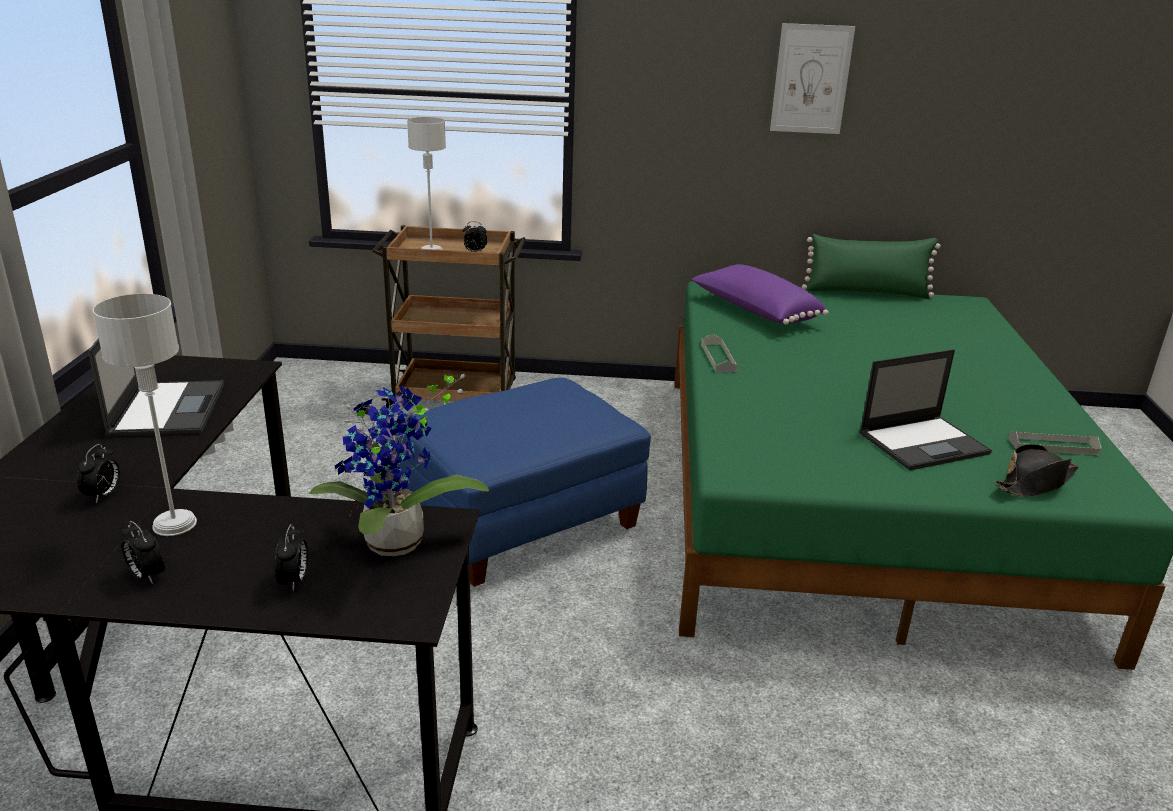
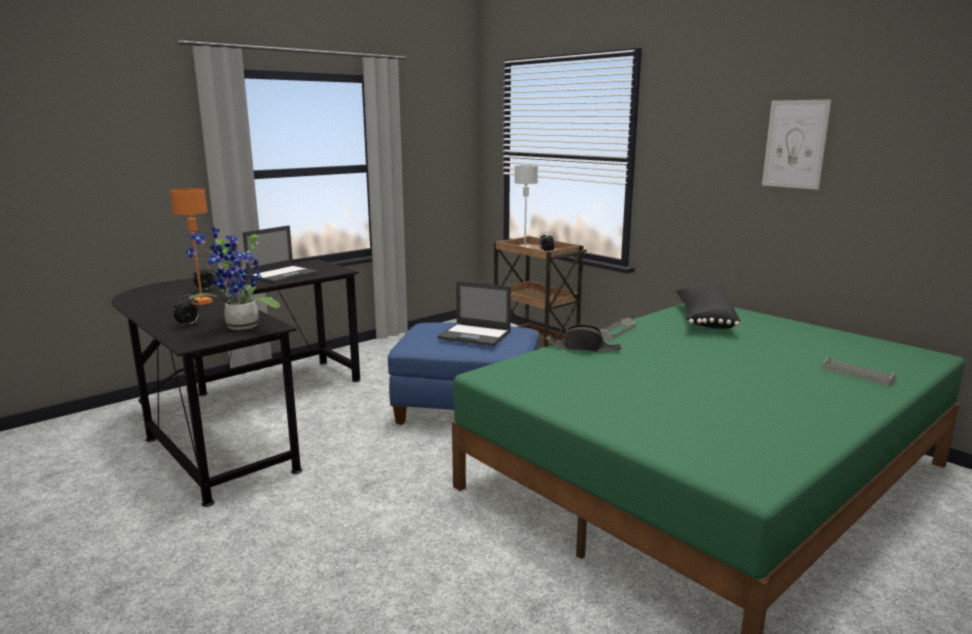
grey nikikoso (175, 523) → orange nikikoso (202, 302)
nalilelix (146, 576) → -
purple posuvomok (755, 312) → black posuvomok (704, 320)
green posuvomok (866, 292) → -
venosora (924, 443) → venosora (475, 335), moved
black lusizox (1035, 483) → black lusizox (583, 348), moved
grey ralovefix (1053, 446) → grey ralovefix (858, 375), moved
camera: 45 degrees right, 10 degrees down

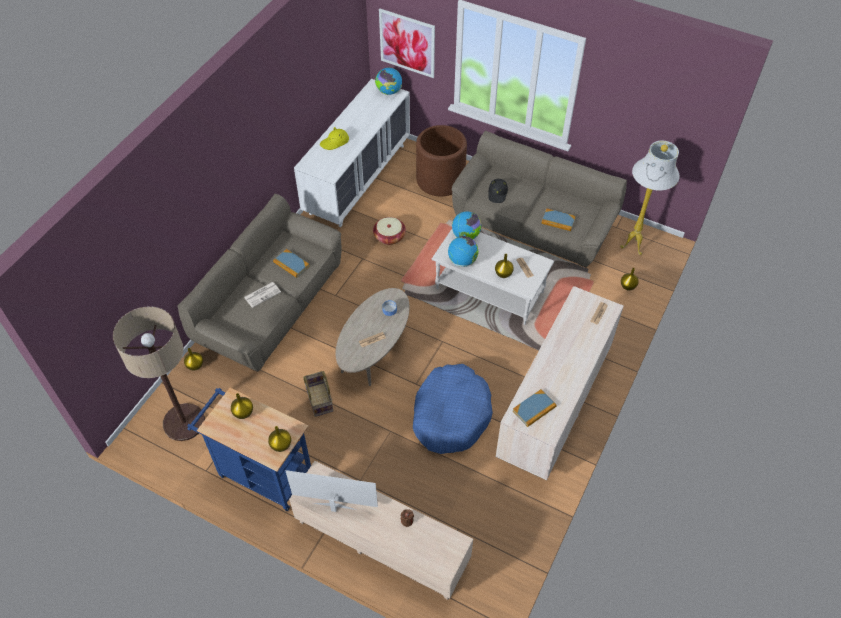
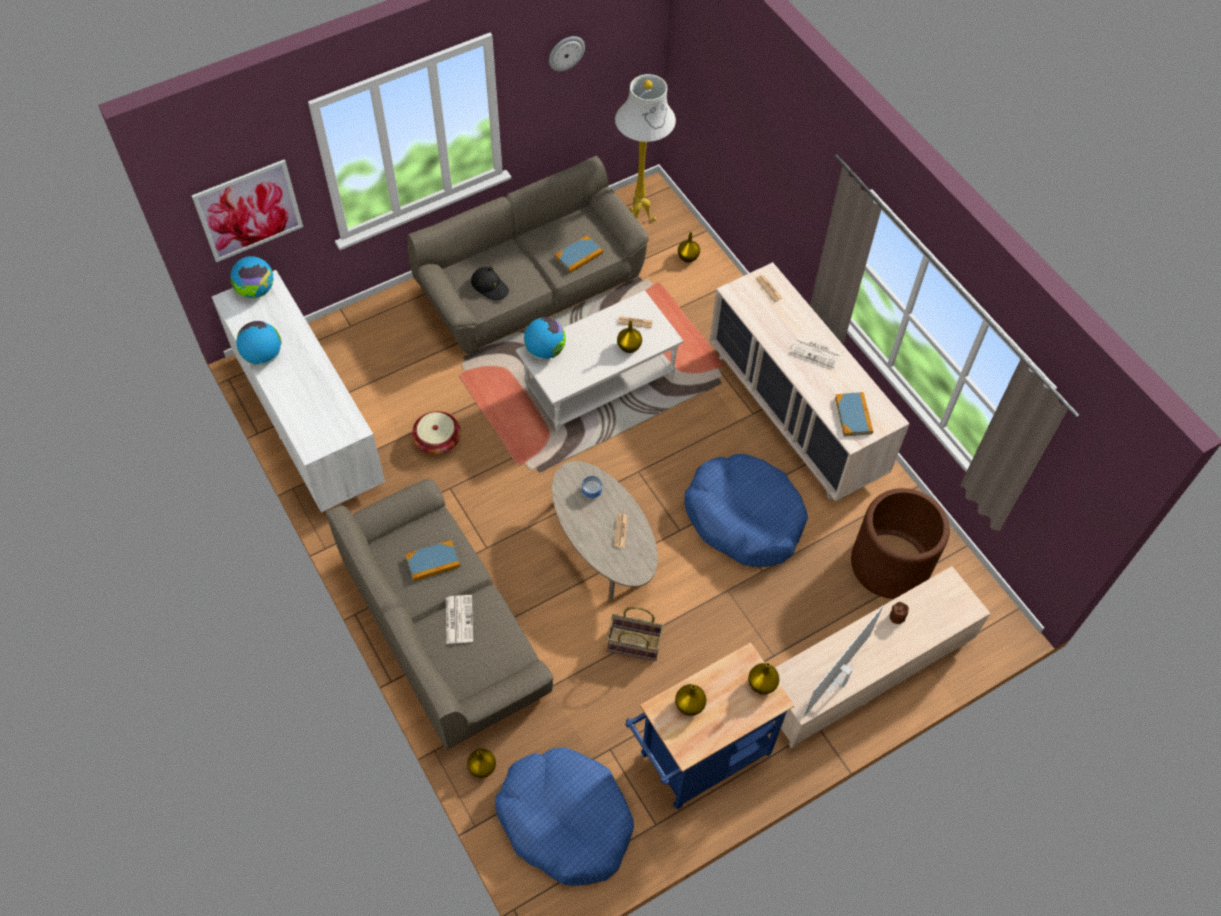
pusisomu (184, 422) → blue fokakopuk (565, 820)
yellow lusizox (334, 142) → -
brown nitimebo (440, 179) → brown nitimebo (890, 564), moved
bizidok (462, 261) → bizidok (263, 356), moved
- → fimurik (566, 53)
- → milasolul (817, 352)
camera: 60 degrees left, 5 degrees up

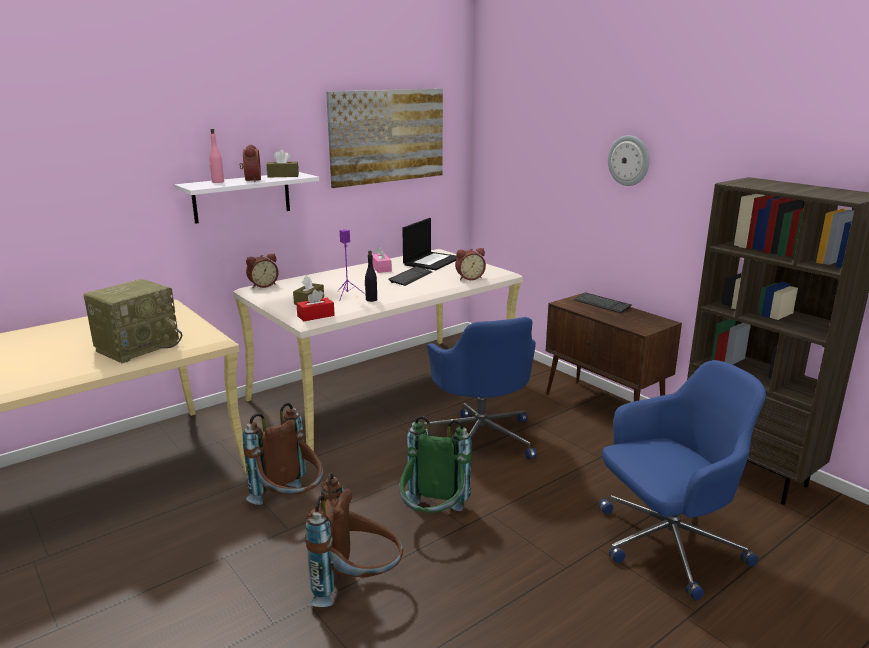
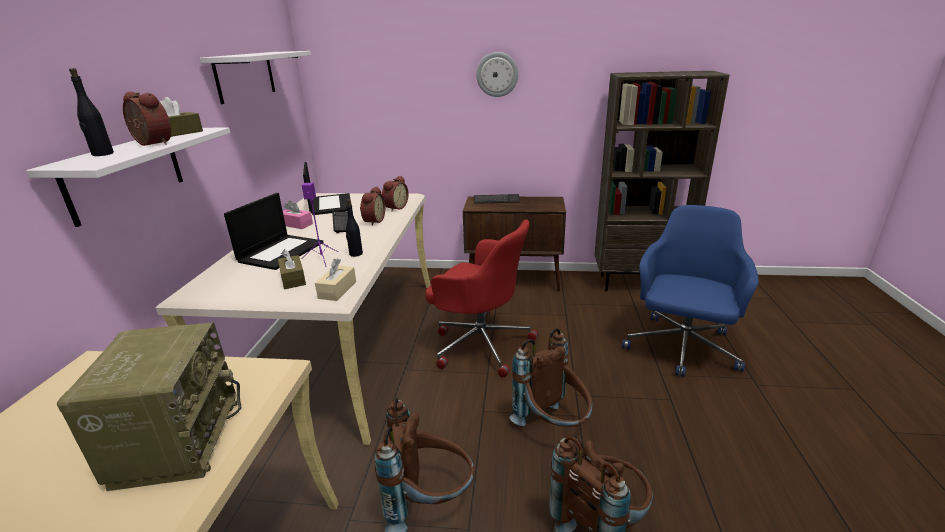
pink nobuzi (217, 182) → black nobuzi (102, 154)
nalilelix (263, 285) → nalilelix (373, 221), moved
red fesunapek (316, 316) → beige fesunapek (337, 290)
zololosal (387, 136) → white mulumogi (245, 76)
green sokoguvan (433, 518) → brown sokoguvan (553, 426)
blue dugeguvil (481, 438) → red dugeguvil (480, 343)
- → venosora (281, 251)
camera: 45 degrees left, 5 degrees up

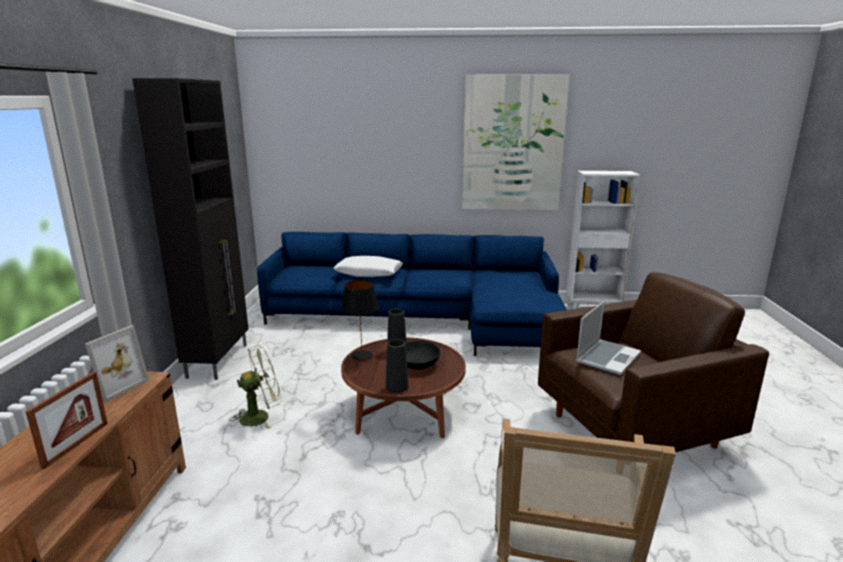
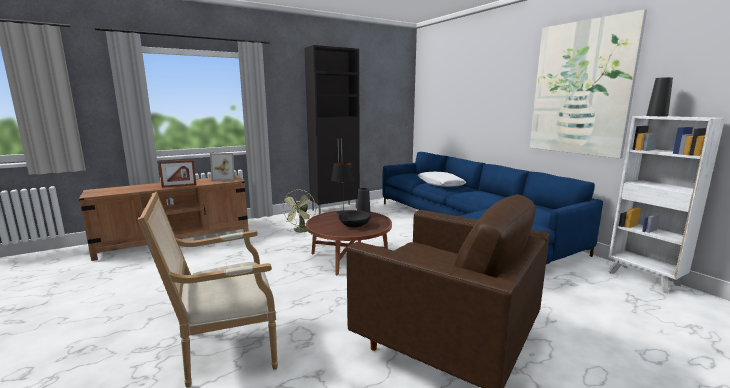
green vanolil (261, 416) → green vanolil (301, 231), 75 degrees clockwise
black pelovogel (397, 387) → black pelovogel (657, 116), moved
venosora (607, 357) → -
camera: 55 degrees right, 5 degrees down

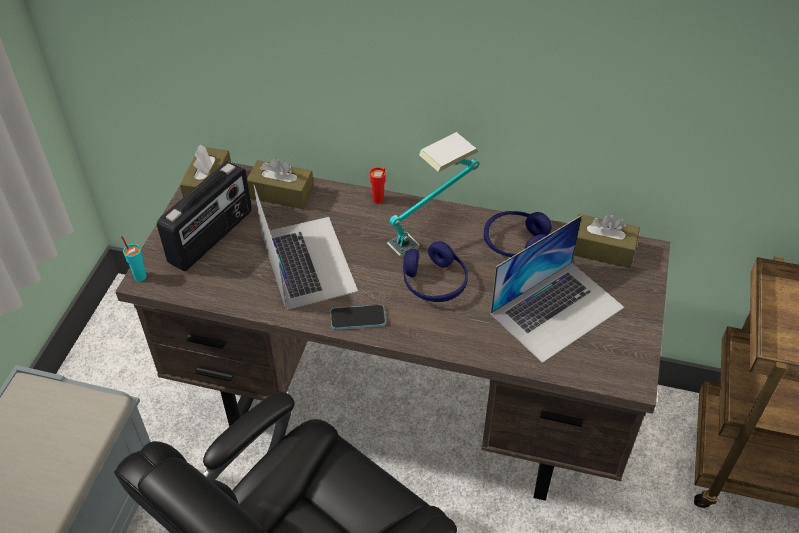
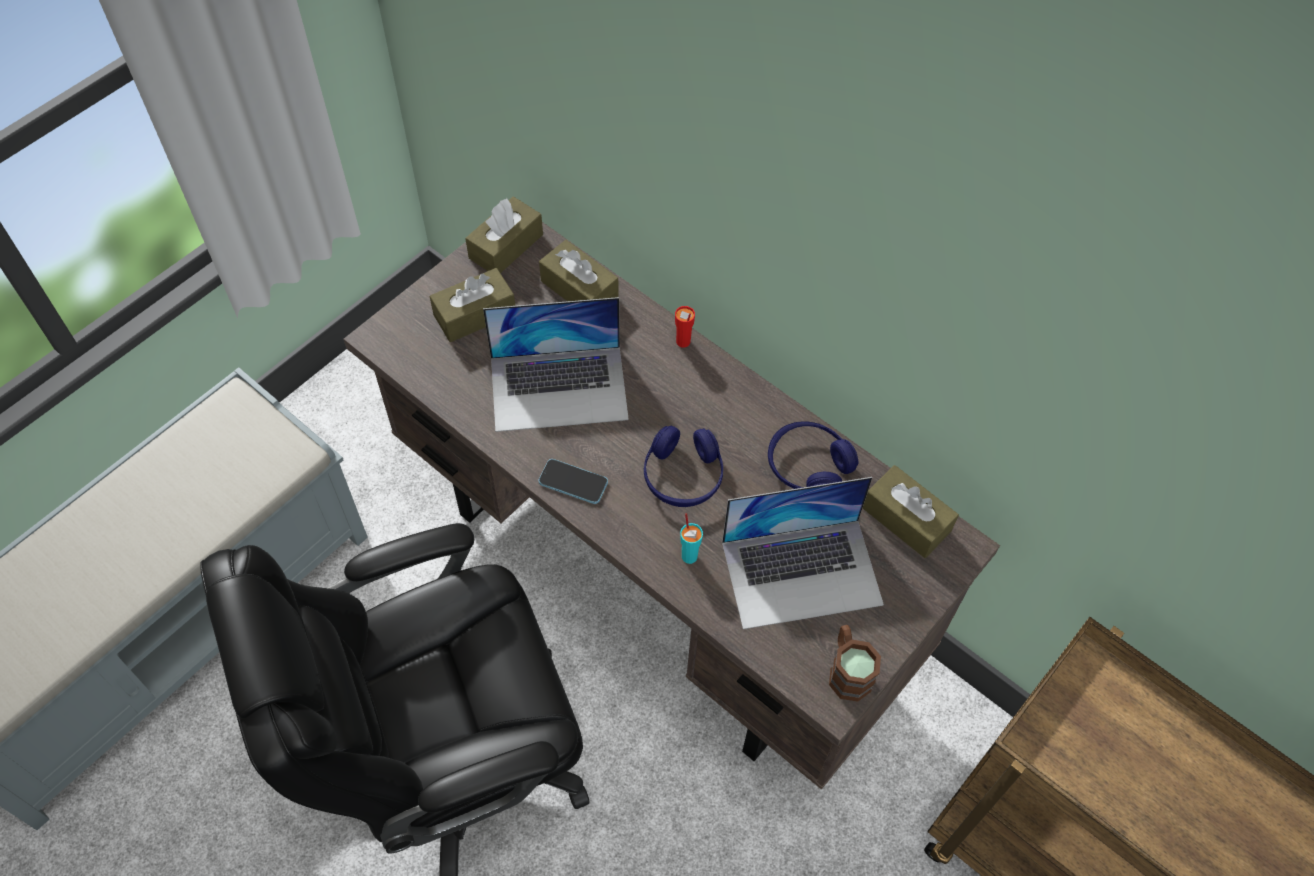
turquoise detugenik (140, 276) → turquoise detugenik (689, 556), moved
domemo (212, 237) → brown fesunapek (475, 314)
venosora (307, 261) → venosora (559, 388), 75 degrees clockwise
nikikoso (432, 230) → -
- → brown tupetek (847, 670)
camera: 25 degrees right, 10 degrees up

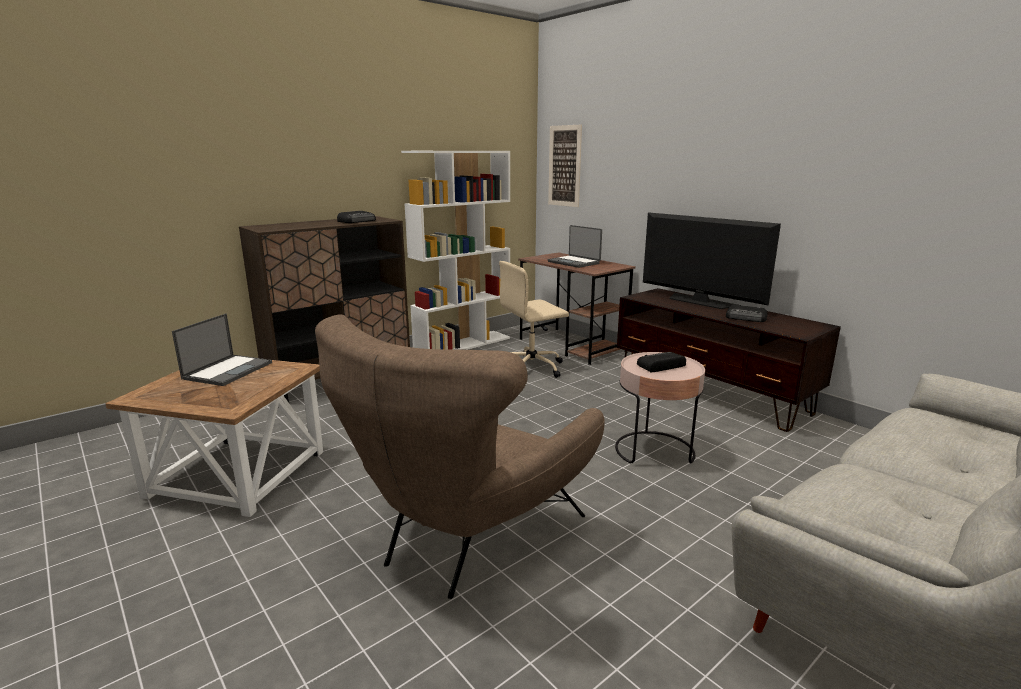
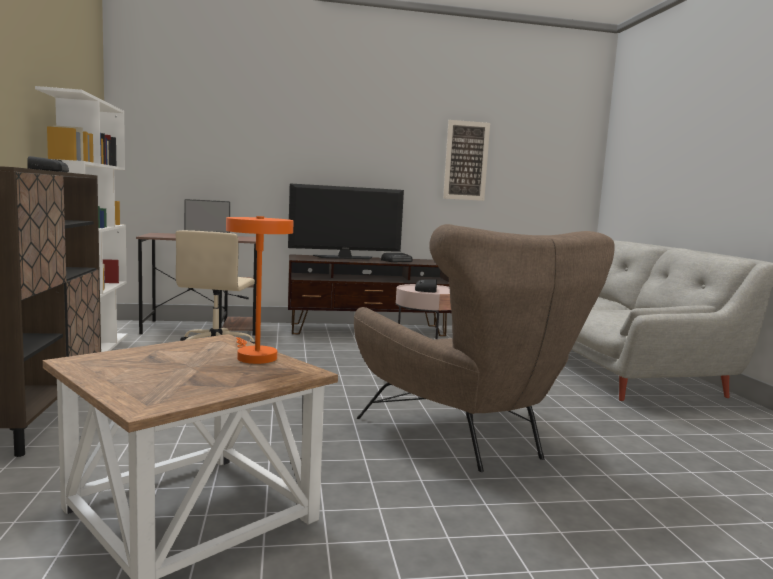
venosora (228, 370) → -
zololosal (564, 166) → zololosal (466, 160), moved
- → orange nikikoso (254, 356)
camera: 60 degrees left, 10 degrees down

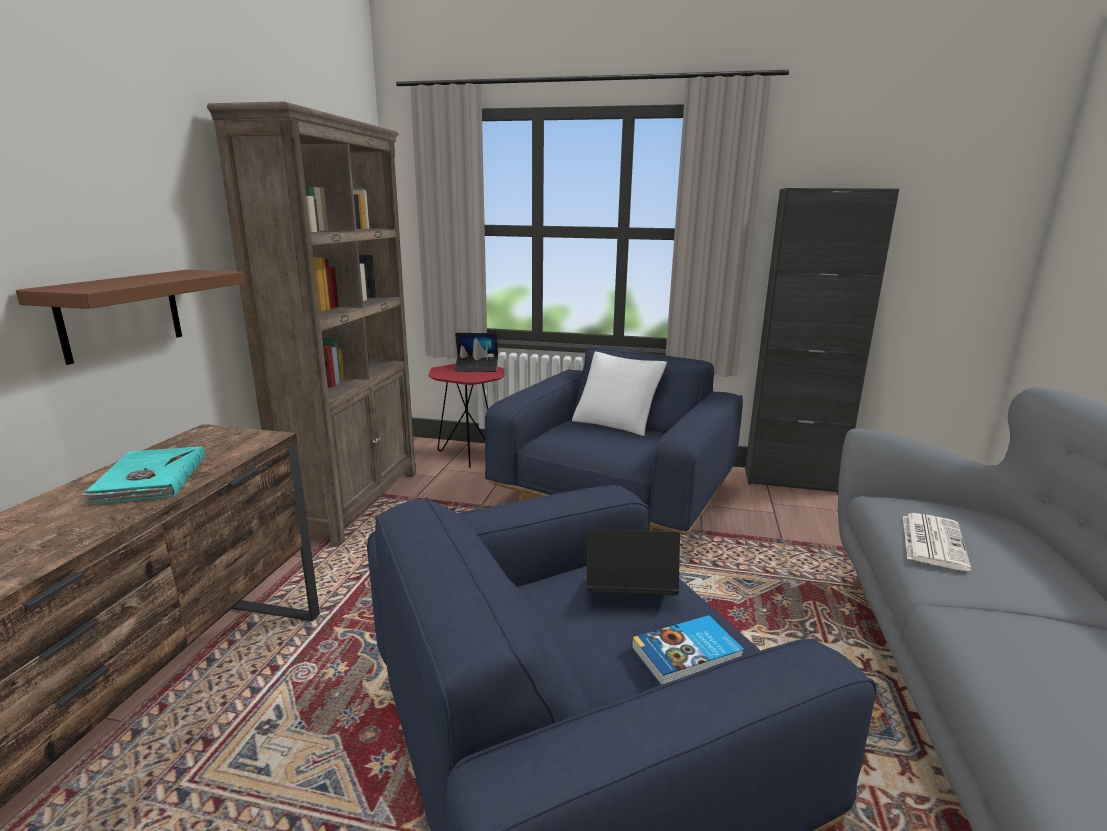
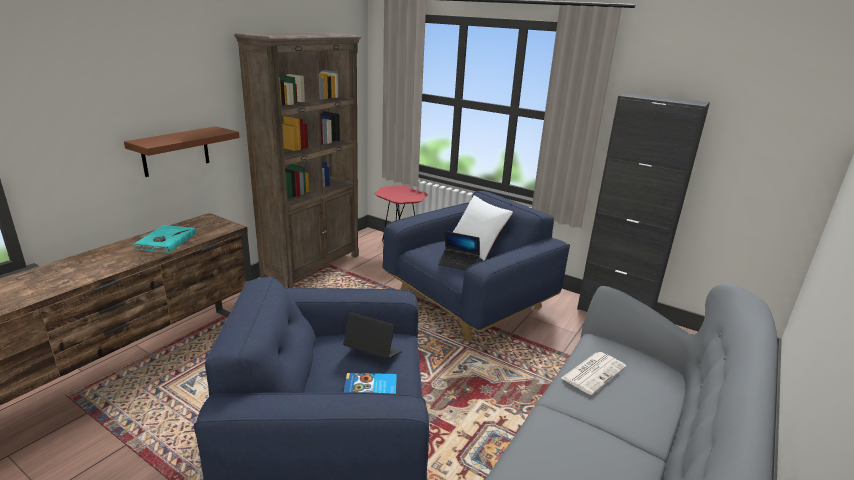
venosora (476, 368) → venosora (458, 263), moved
camera: 20 degrees right, 5 degrees up

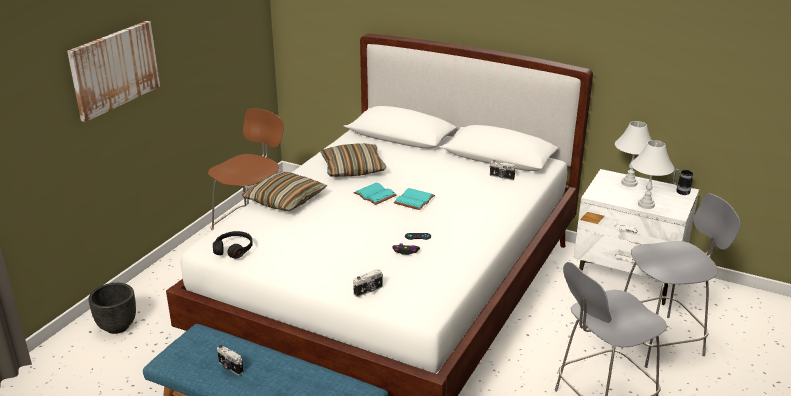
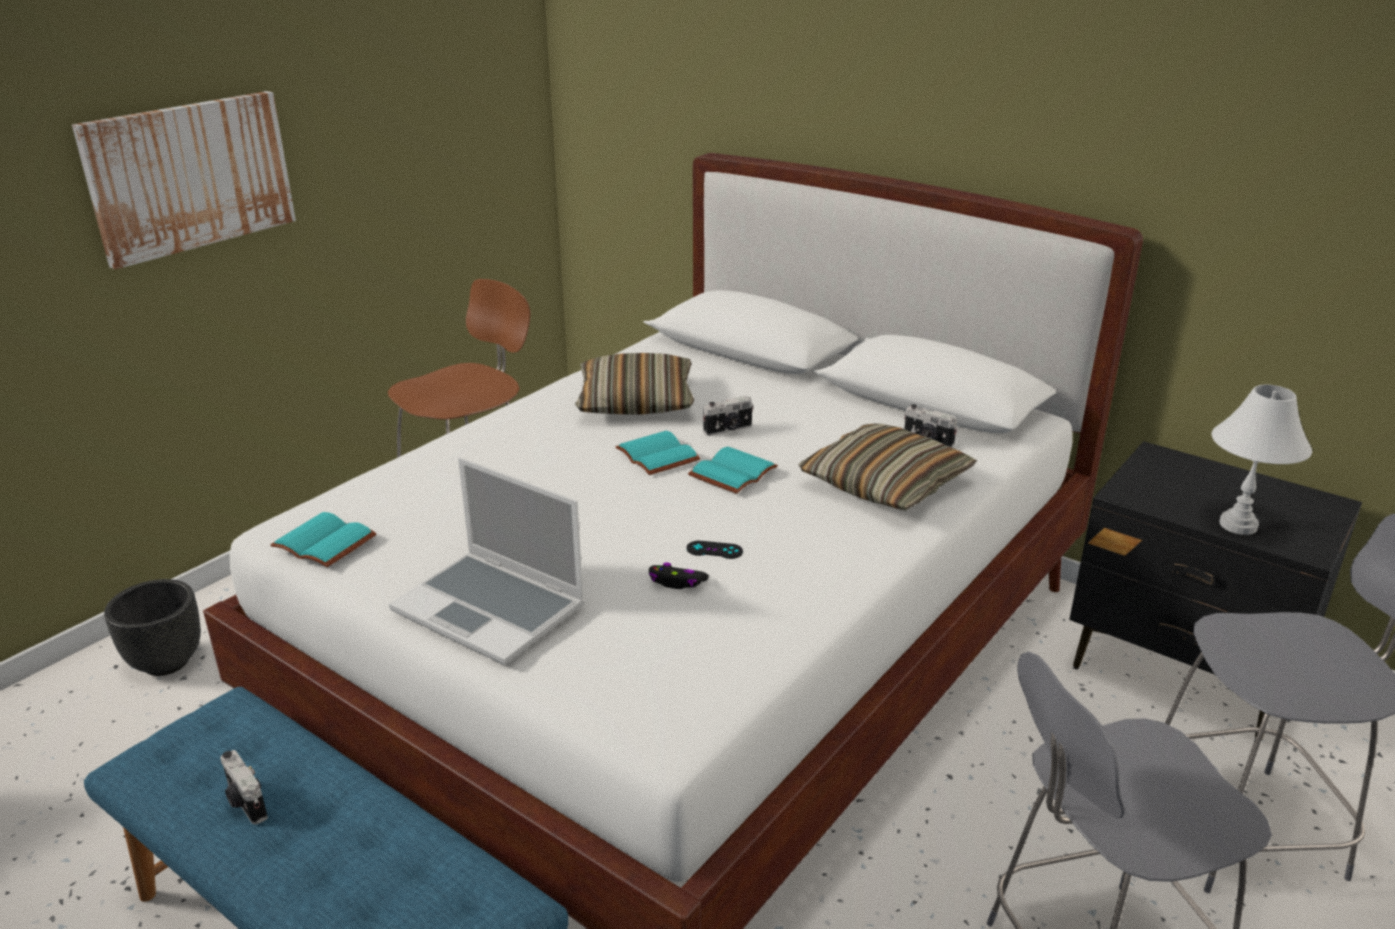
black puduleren (234, 249) → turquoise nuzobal (327, 541)
posuvomok (285, 200) → posuvomok (885, 484), moved
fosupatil (368, 291) → fosupatil (728, 430), moved
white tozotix (627, 278) → black tozotix (1183, 671)
white nikikoso (629, 183) → -
tupetek (680, 191) → -
- → venosora (492, 609)
camera: 10 degrees right, 0 degrees up

